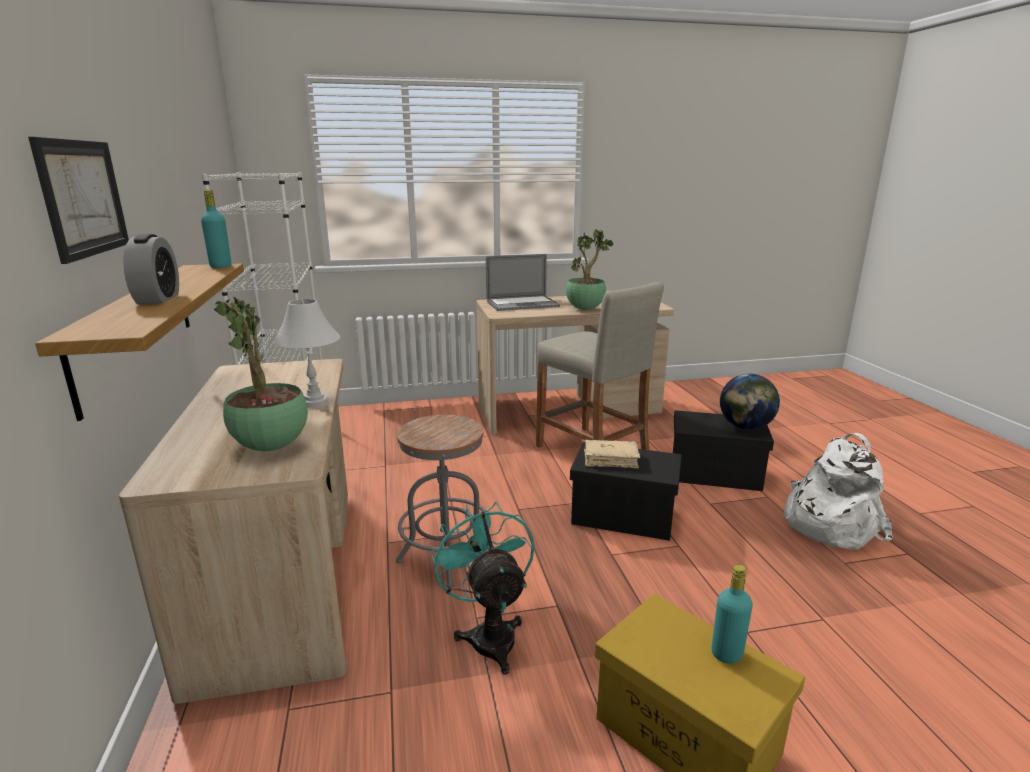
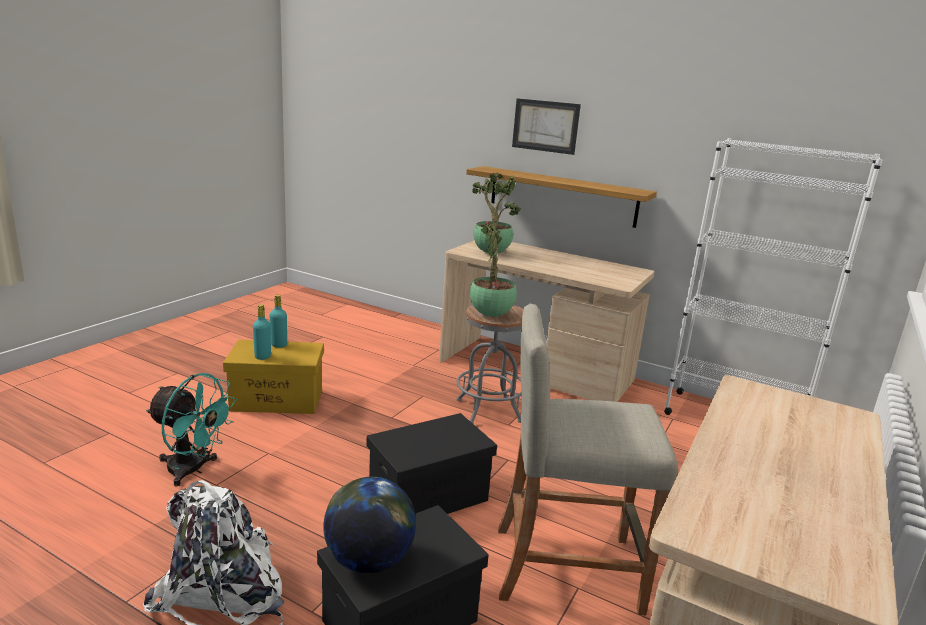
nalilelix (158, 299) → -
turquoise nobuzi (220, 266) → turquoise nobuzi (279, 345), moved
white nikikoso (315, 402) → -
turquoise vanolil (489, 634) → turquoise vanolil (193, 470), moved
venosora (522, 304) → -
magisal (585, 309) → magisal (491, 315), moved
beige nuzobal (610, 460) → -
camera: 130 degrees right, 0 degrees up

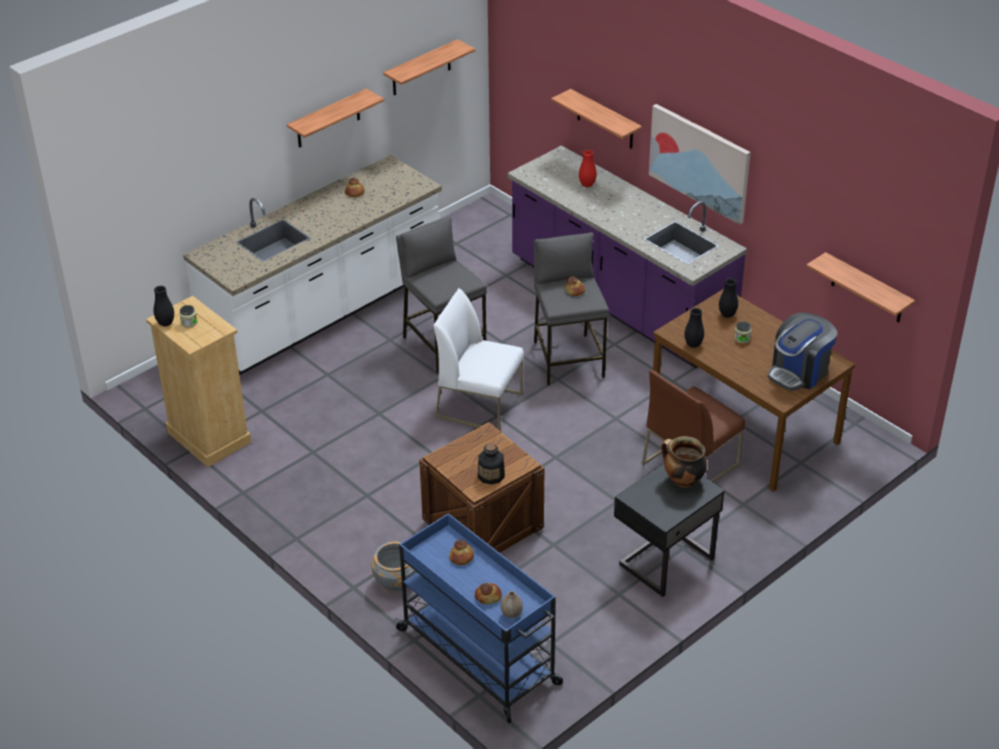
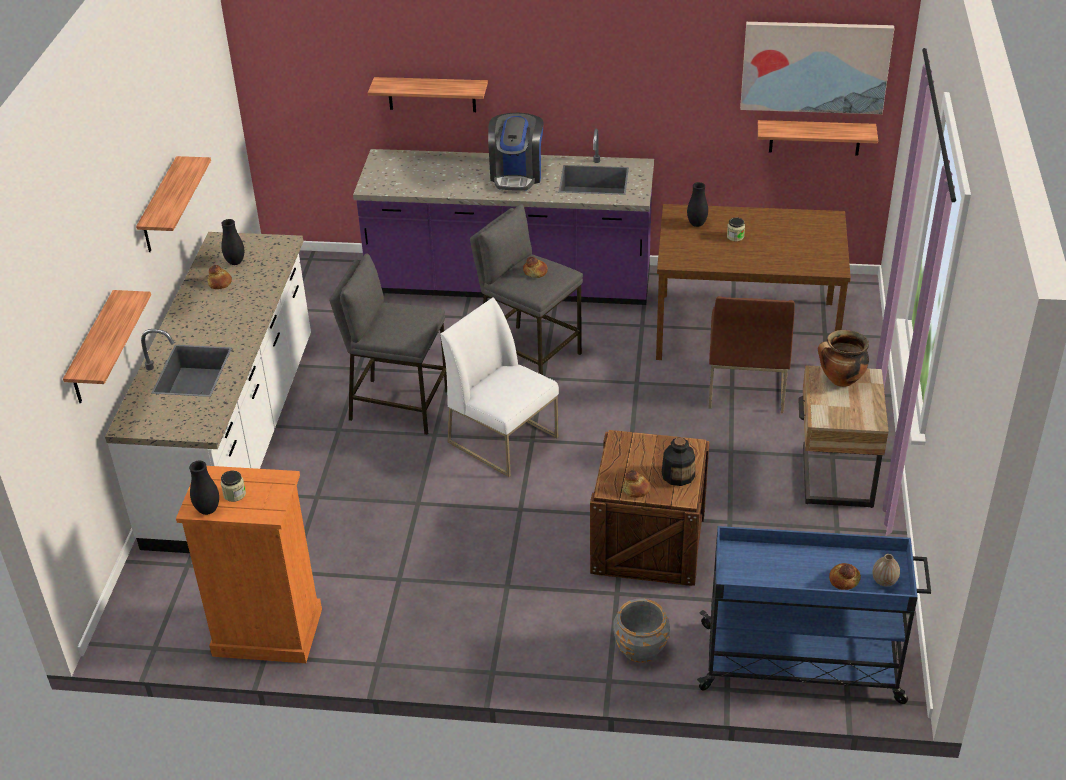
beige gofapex (208, 437) → orange gofapex (267, 632)
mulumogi (421, 68) → mulumogi (93, 350), moved
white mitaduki (480, 405) → white mitaduki (504, 439), 60 degrees clockwise
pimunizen (462, 557) → pimunizen (636, 489), moved
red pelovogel (587, 185) → -
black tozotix (664, 561) → beige tozotix (833, 477)
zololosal (700, 162) → zololosal (815, 66), moved
black pelovogel (693, 345) → black pelovogel (235, 262), moved
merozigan (799, 372) → merozigan (516, 174), moved
camera: 40 degrees left, 0 degrees up

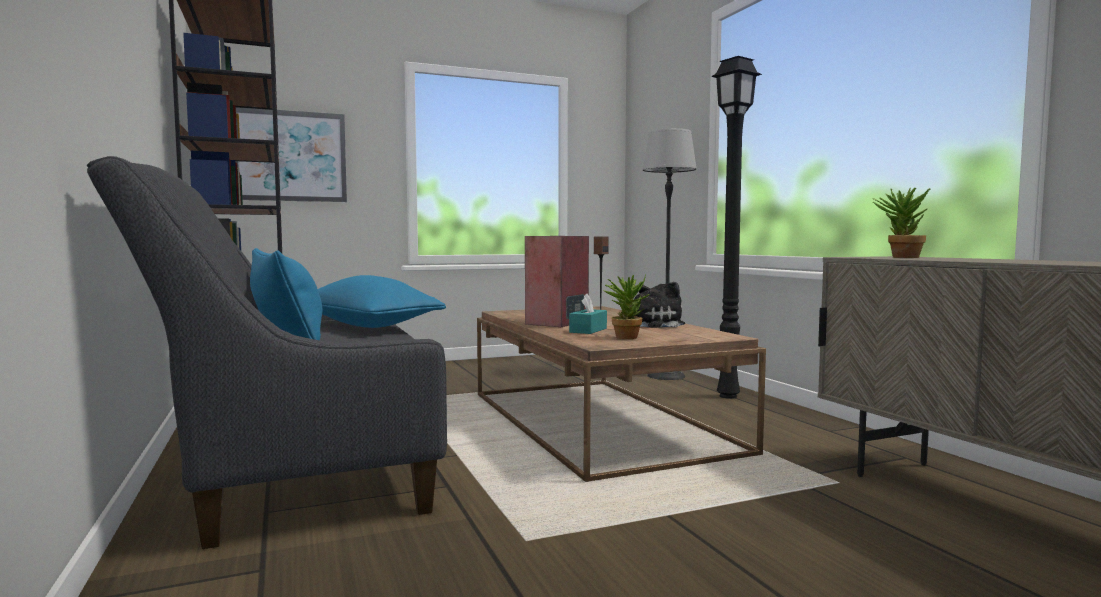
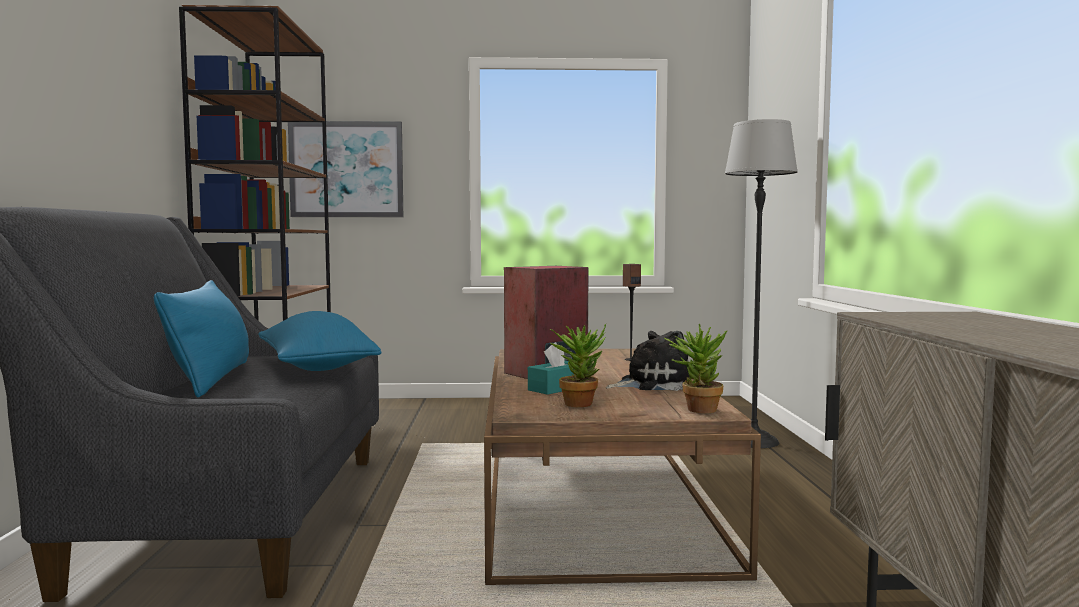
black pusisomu (730, 396) → -
magisal (900, 257) → magisal (695, 409), moved
camera: 20 degrees right, 0 degrees up

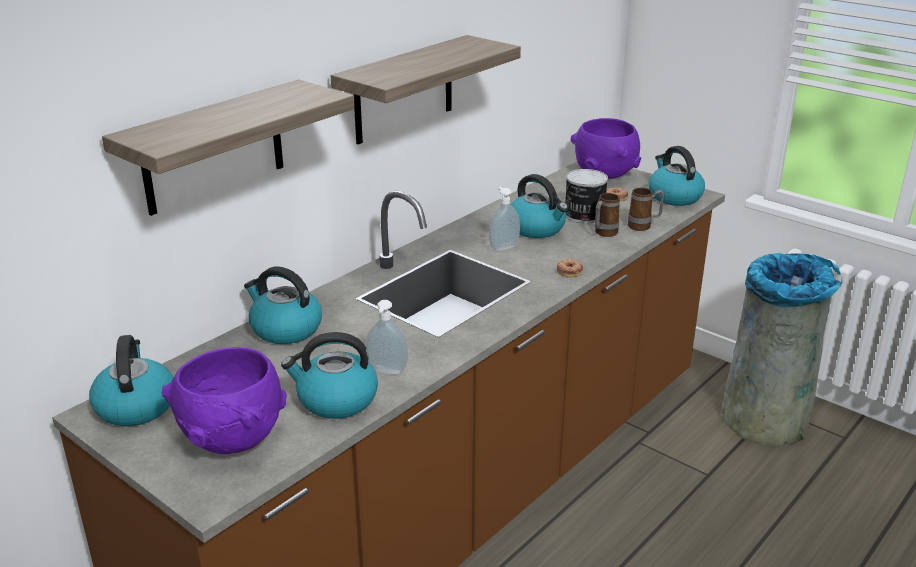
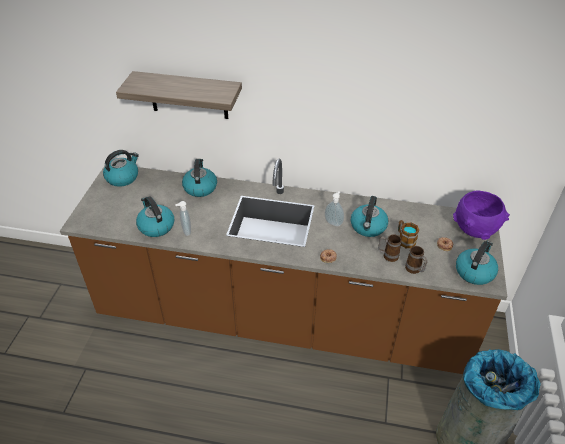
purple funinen (233, 438) → -
mulumogi (404, 90) → -
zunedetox (583, 215) → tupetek (404, 239)
camera: 60 degrees right, 15 degrees up

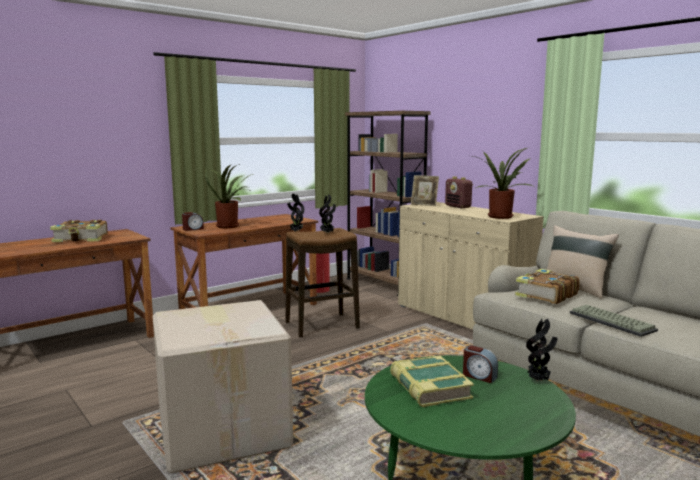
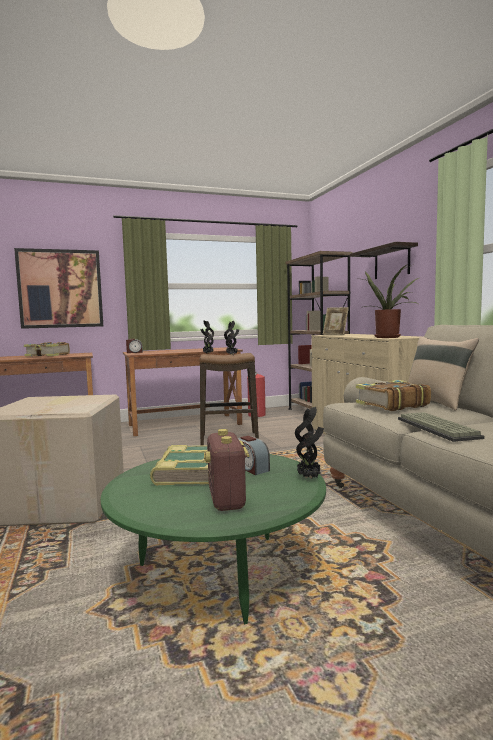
magisal (230, 226) → -
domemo (458, 207) → domemo (227, 500), moved
- → zololosal (60, 289)
- → mulumogi (392, 262)
camera: 20 degrees right, 5 degrees down

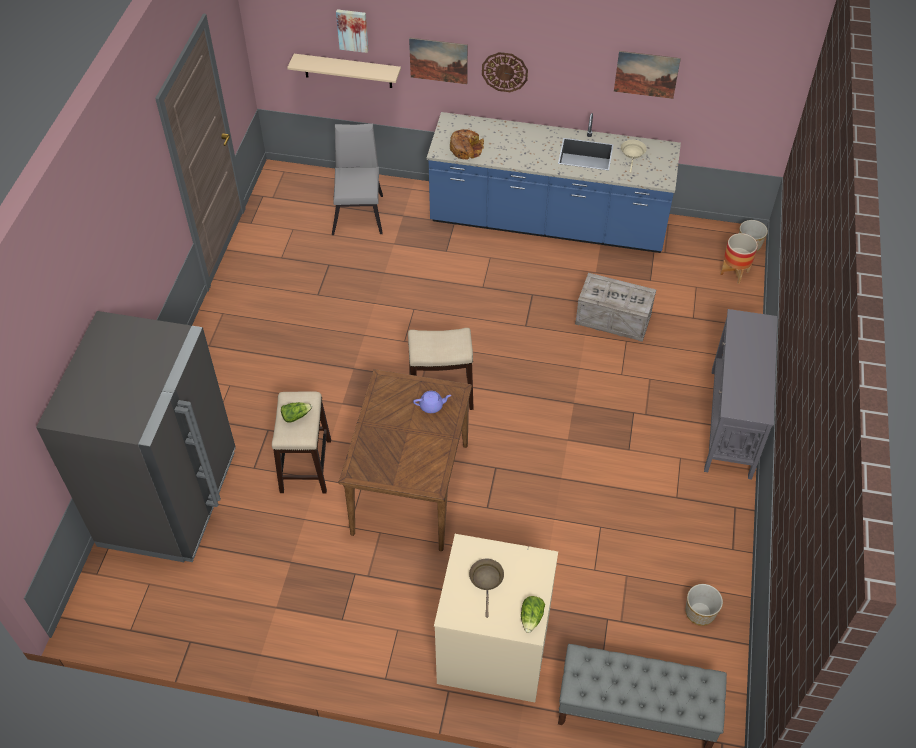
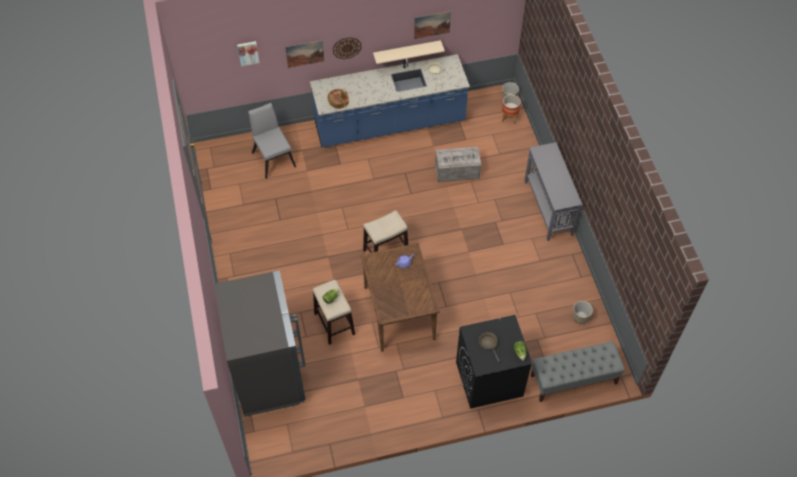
beige mulumogi (348, 71) → beige mulumogi (407, 52), moved
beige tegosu (493, 649) → black tegosu (489, 379)
camera: 25 degrees left, 5 degrees up

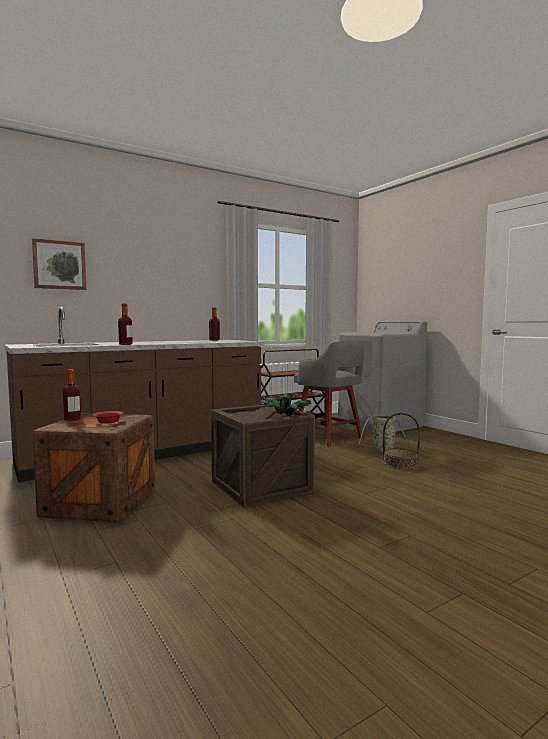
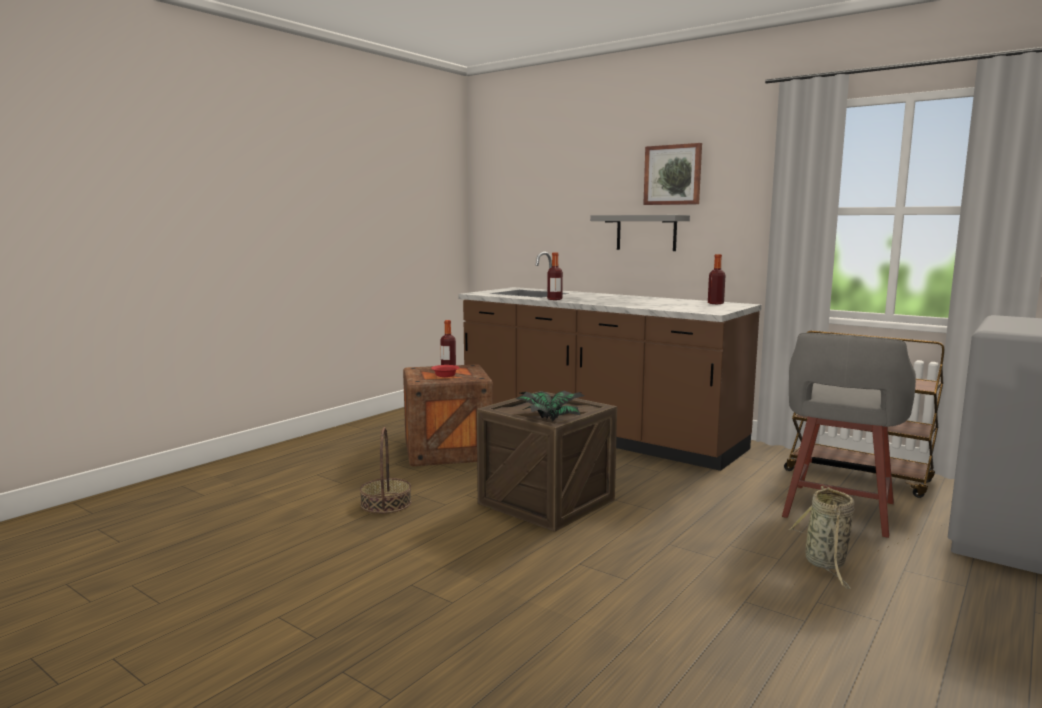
zololosal (59, 265) → zololosal (673, 175), moved
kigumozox (400, 464) → kigumozox (386, 503), moved
- → grey mulumogi (646, 232)
camera: 70 degrees right, 5 degrees up

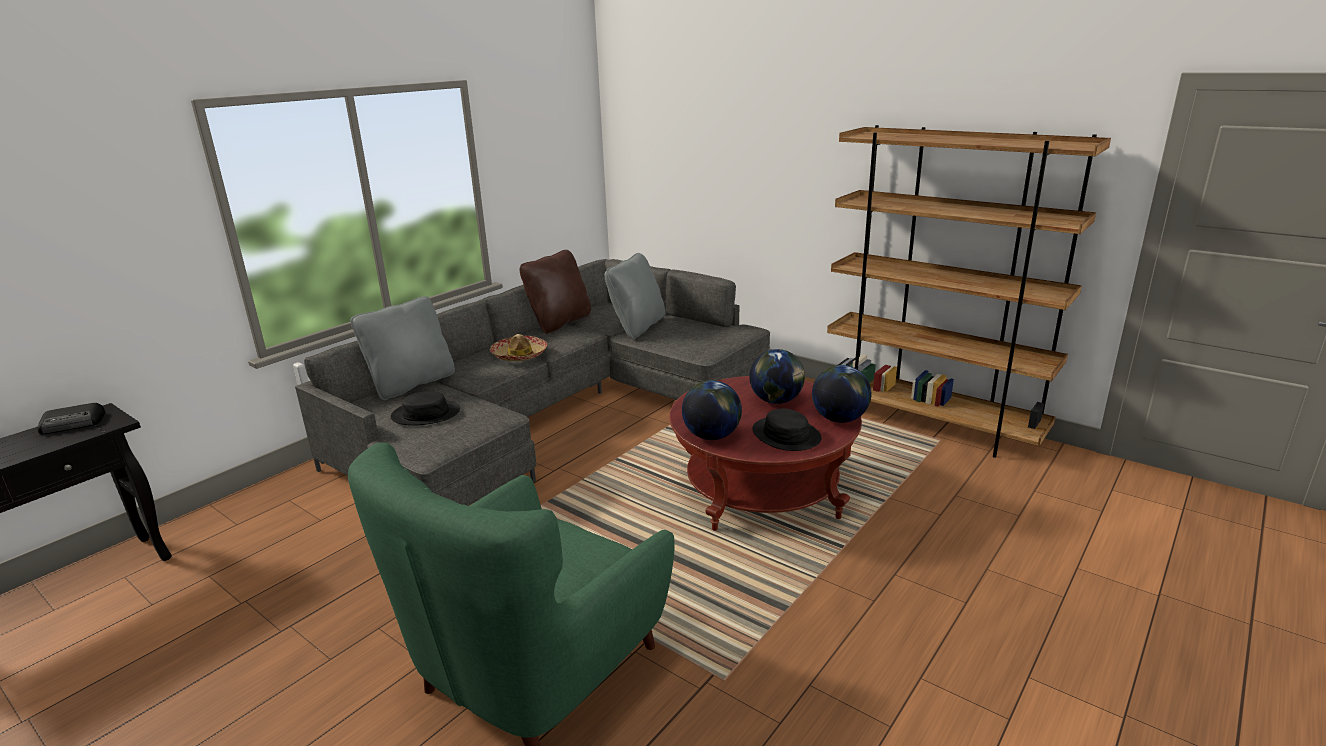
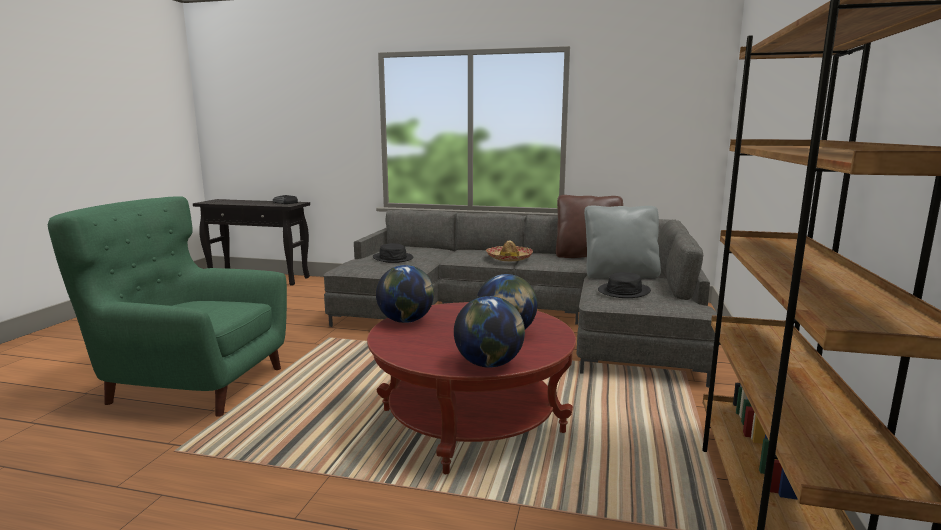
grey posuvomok (411, 384) → -
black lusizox (786, 435) → black lusizox (623, 291), moved
camera: 65 degrees right, 10 degrees down

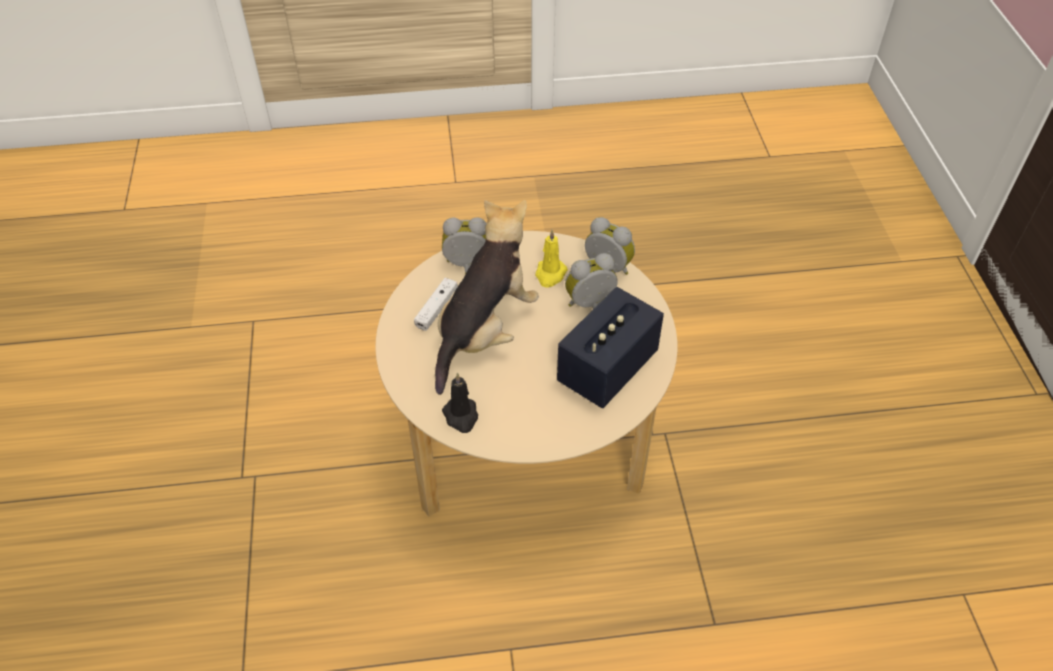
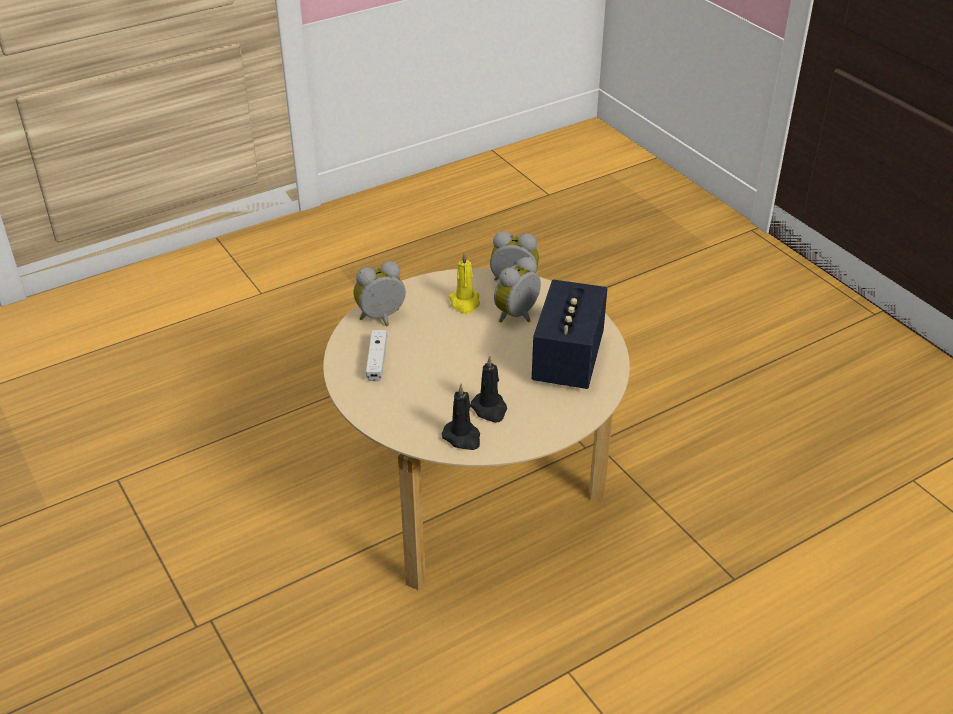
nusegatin (485, 331) → -
- → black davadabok (489, 409)
camera: 25 degrees left, 10 degrees down

